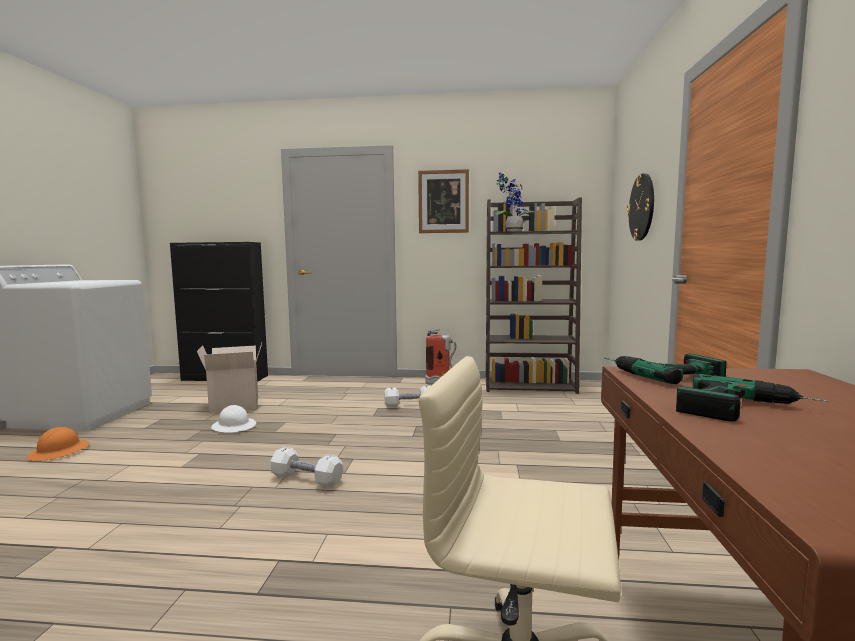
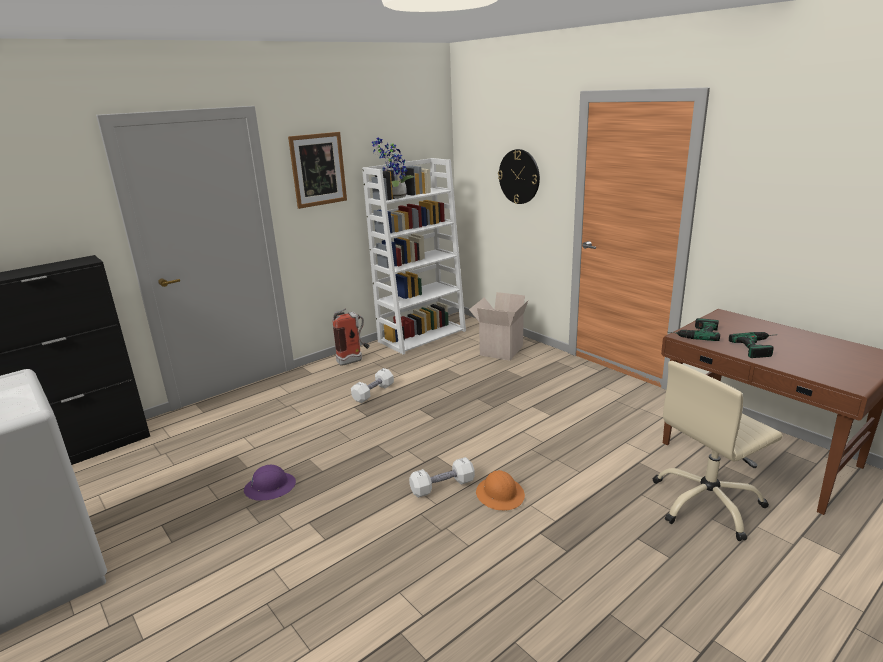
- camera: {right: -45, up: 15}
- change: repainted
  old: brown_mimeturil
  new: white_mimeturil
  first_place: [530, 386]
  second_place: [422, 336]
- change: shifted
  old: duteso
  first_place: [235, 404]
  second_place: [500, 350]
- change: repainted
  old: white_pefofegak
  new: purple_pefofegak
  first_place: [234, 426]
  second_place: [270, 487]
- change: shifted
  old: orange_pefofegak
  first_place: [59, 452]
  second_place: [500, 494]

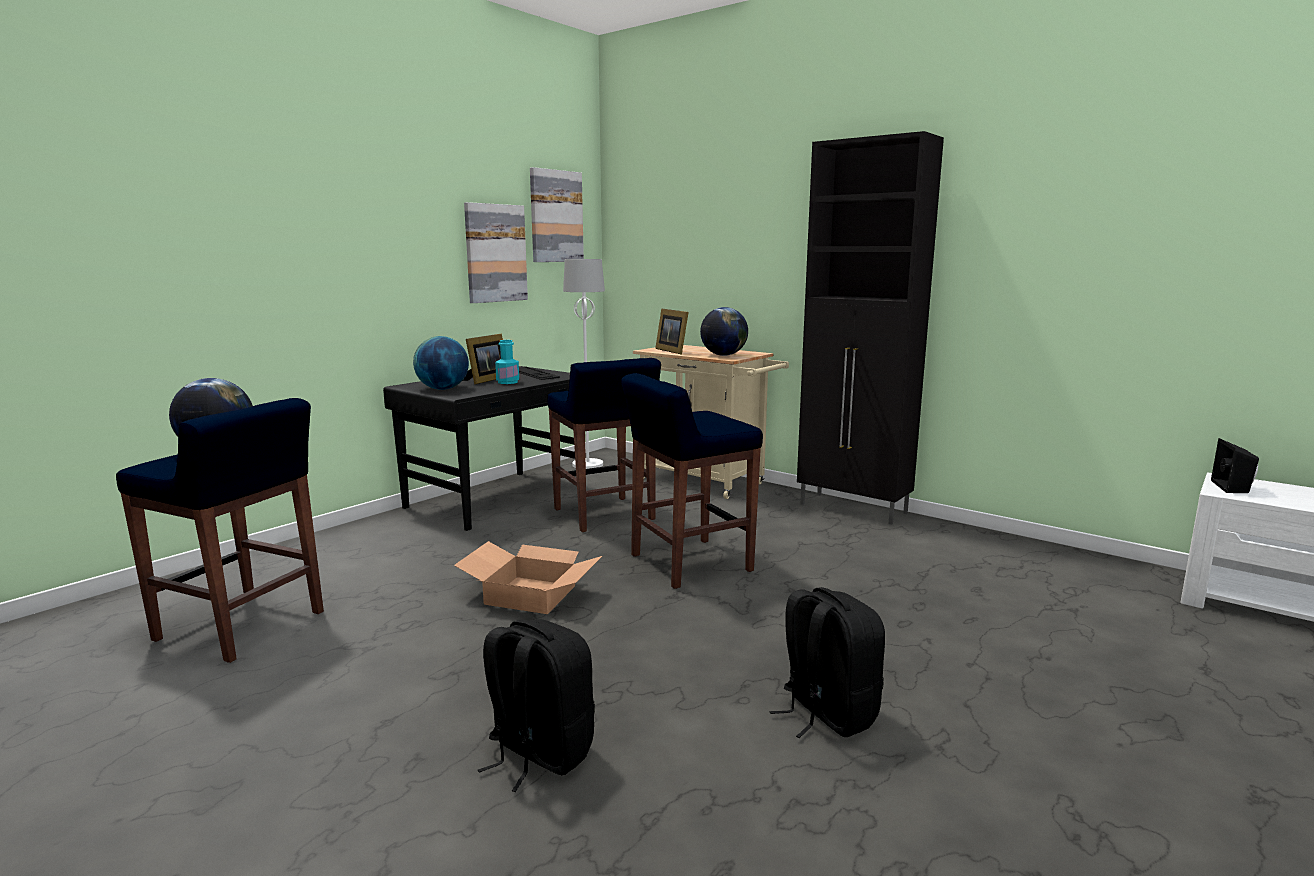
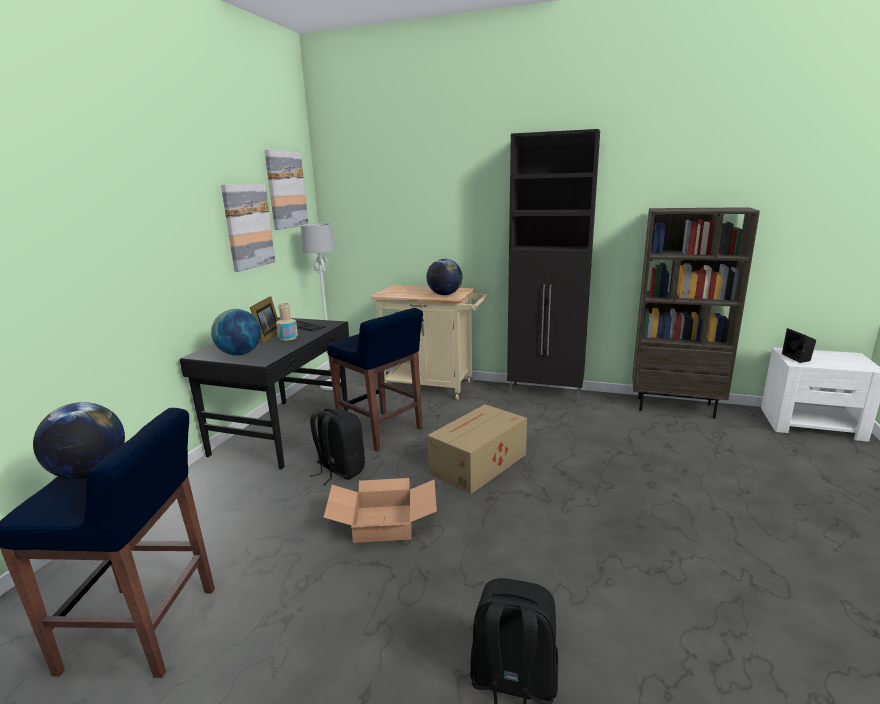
- camera: {right: -20, up: 5}
- change: gone
  old: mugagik
  first_place: [673, 351]
- change: repainted
  old: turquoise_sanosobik
  new: beige_sanosobik
  first_place: [507, 382]
  second_place: [288, 338]
- change: swapped
  old: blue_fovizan
  new: duteso
  first_place: [688, 563]
  second_place: [477, 464]
- change: shifted
  old: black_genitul
  first_place: [826, 713]
  second_place: [339, 471]
- change: new
  new: brown_mimeturil
  second_place: [675, 407]

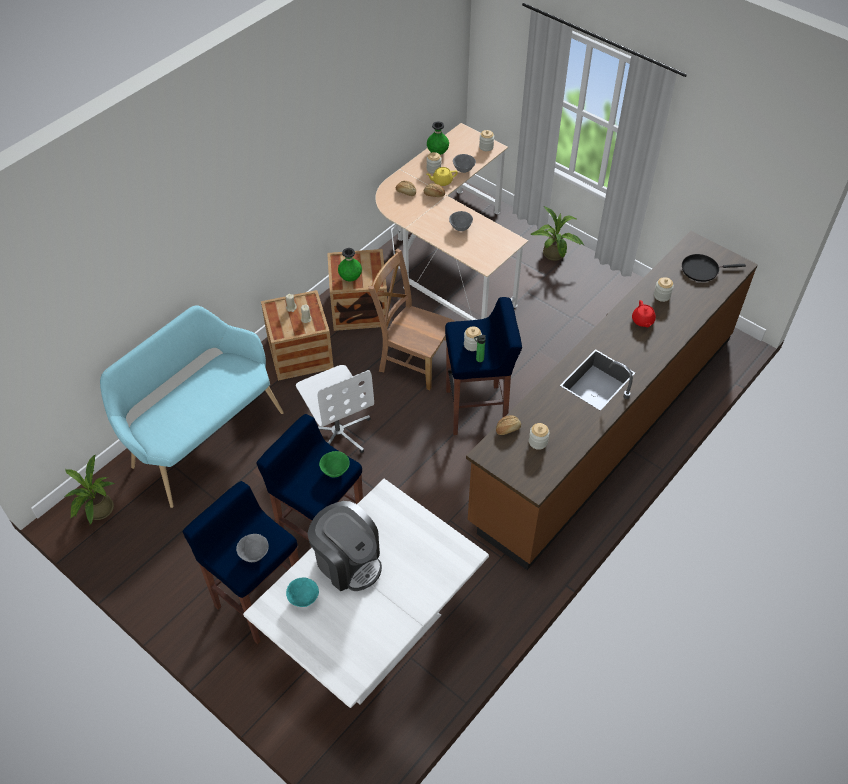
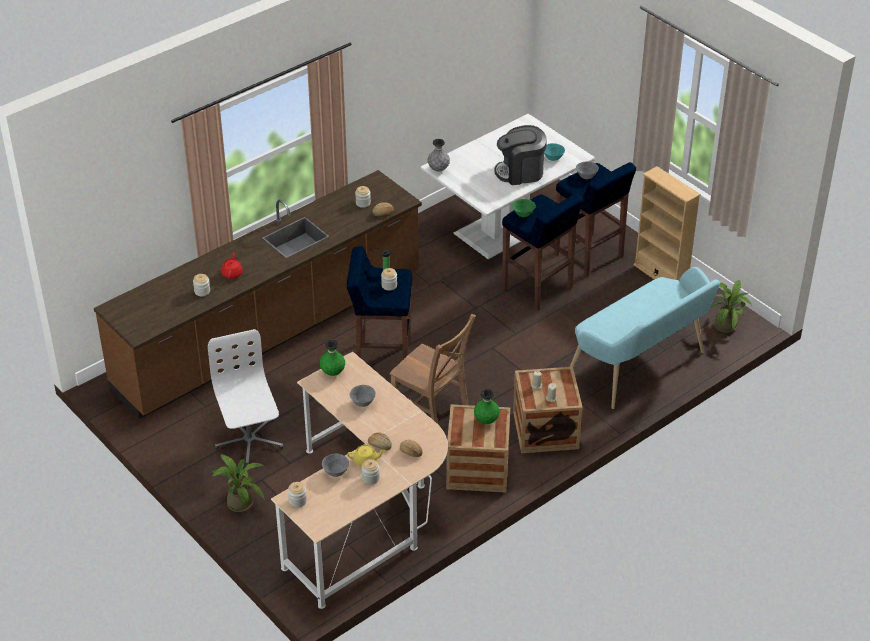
- camera: {right: -170, up: -10}
- change: shifted
  old: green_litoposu
  first_place: [437, 153]
  second_place: [332, 372]
- change: gone
  old: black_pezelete
  first_place: [702, 269]
- change: shifted
  old: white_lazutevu
  first_place: [338, 432]
  second_place: [249, 441]
- change: rotated
  old: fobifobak
  first_place: [348, 561]
  second_place: [520, 172]
  degrees: -60
- change: new
  new: grey_litoposu
  second_place: [438, 169]
- change: new
  new: beige_mimeturil
  second_place: [661, 275]

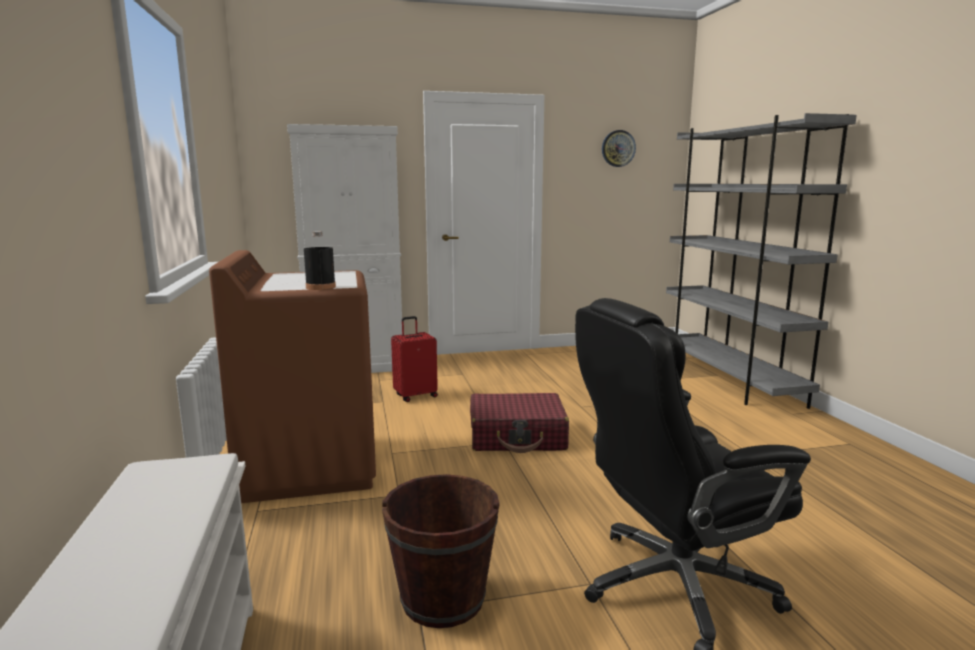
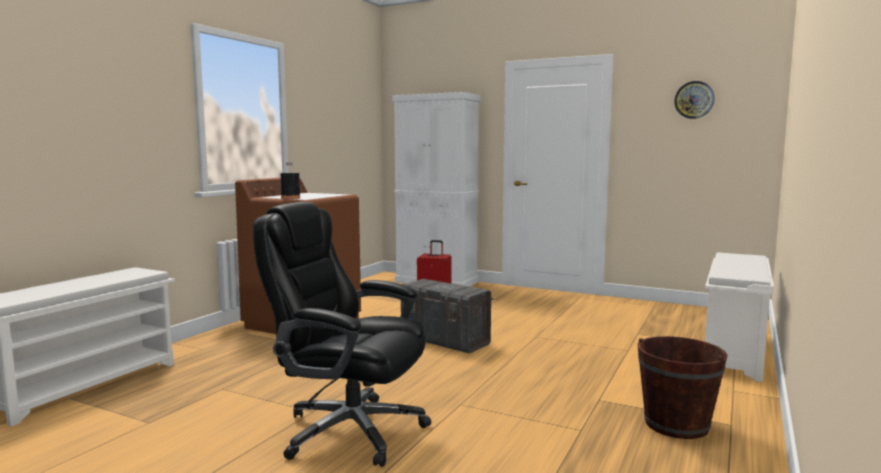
- camera: {right: 40, up: -5}
- change: swapped
  old: grey_mimeturil
  new: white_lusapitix
  first_place: [729, 381]
  second_place: [734, 354]
- change: swapped
  old: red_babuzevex
  new: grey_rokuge
  first_place: [517, 436]
  second_place: [445, 340]
- change: shifted
  old: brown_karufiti
  first_place: [443, 598]
  second_place: [676, 424]

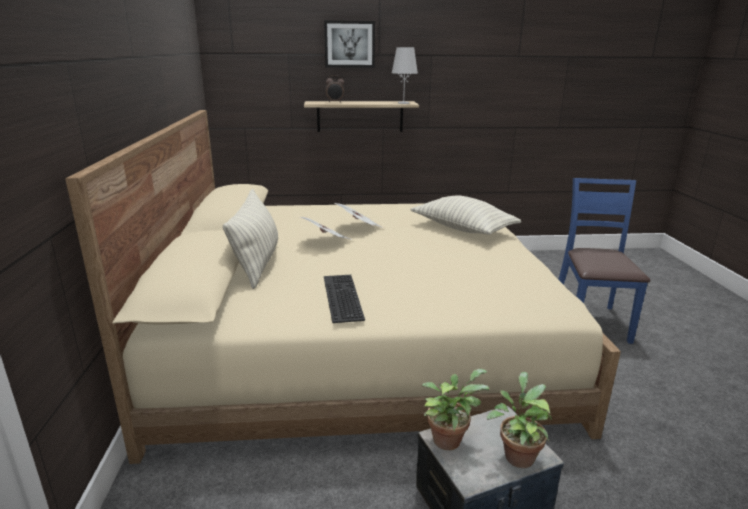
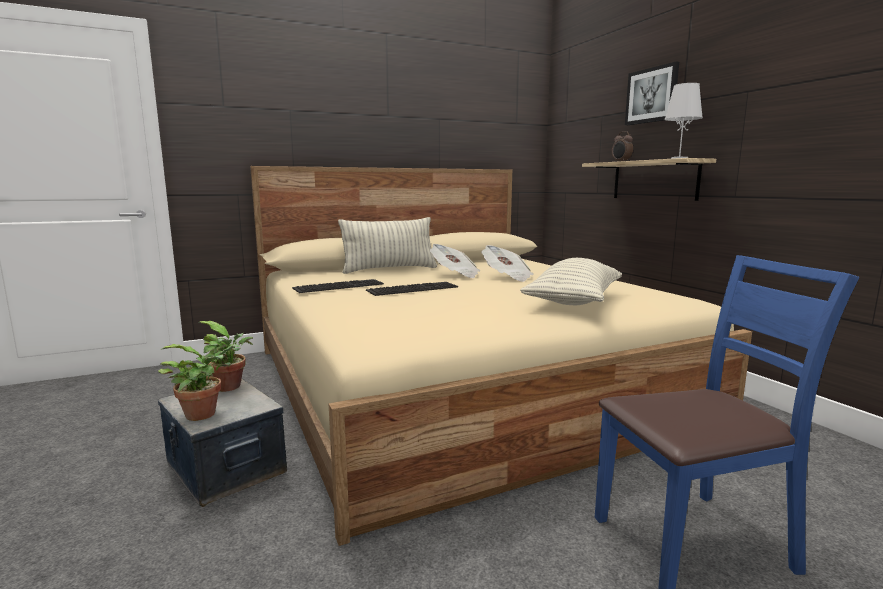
- camera: {right: 70, up: -10}
- change: new
  new: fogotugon
  second_place: [412, 288]

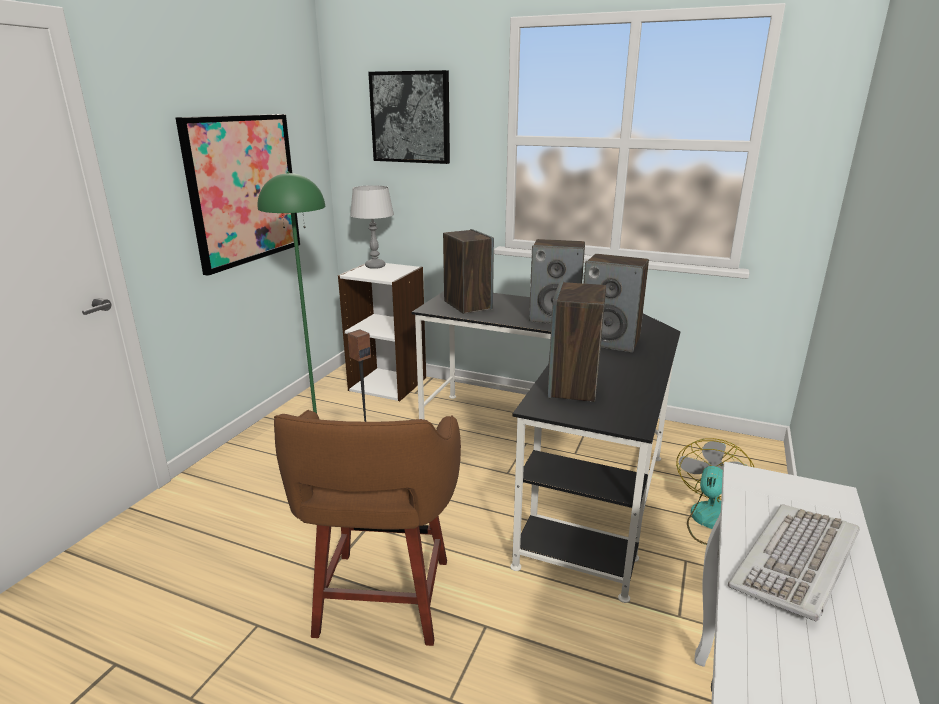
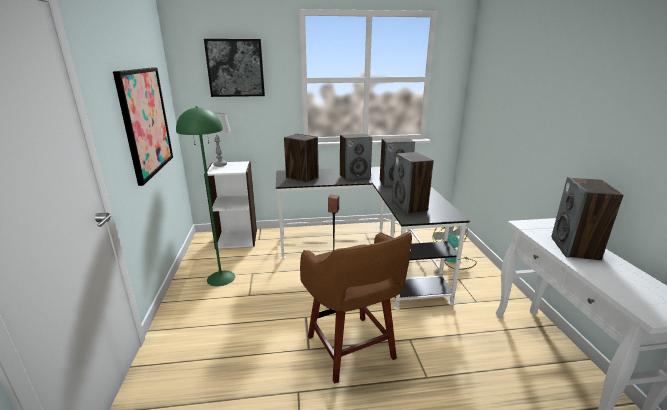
- camera: {right: -30, up: 0}
- change: swapped
  old: fogotugon
  new: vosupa
  first_place: [797, 563]
  second_place: [575, 248]

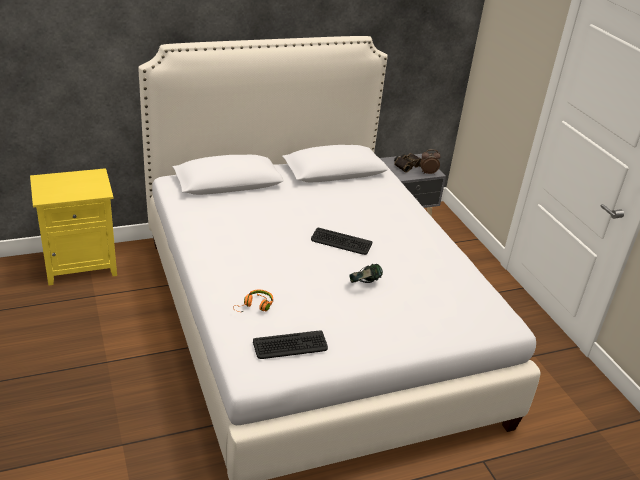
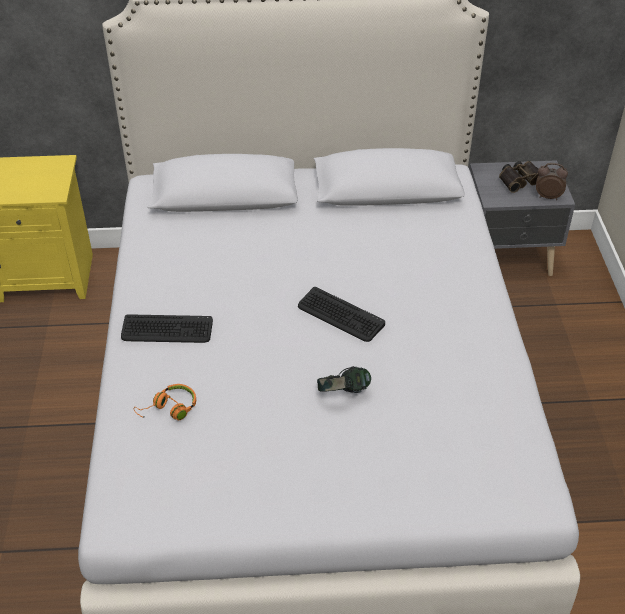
- camera: {right: 20, up: 10}
- change: shifted
  old: fogotugon
  first_place: [290, 346]
  second_place: [167, 330]

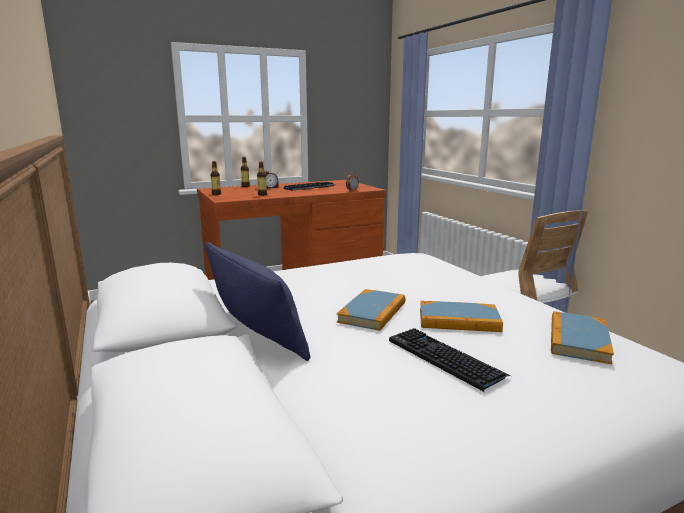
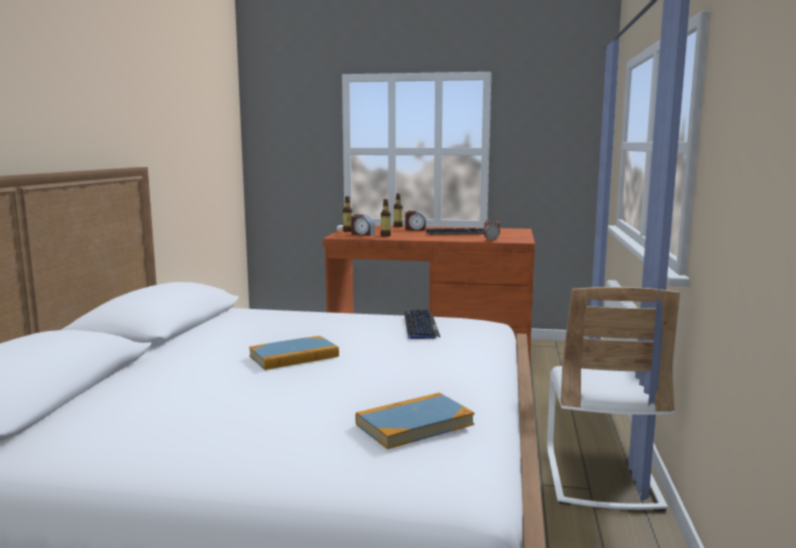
- camera: {right: 35, up: -5}
- change: gone
  old: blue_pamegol
  first_place: [257, 332]
- change: gone
  old: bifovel
  first_place: [458, 320]
- change: shifted
  old: fogotugon
  first_place: [444, 358]
  second_place: [420, 326]
- change: new
  new: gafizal
  second_place: [362, 234]

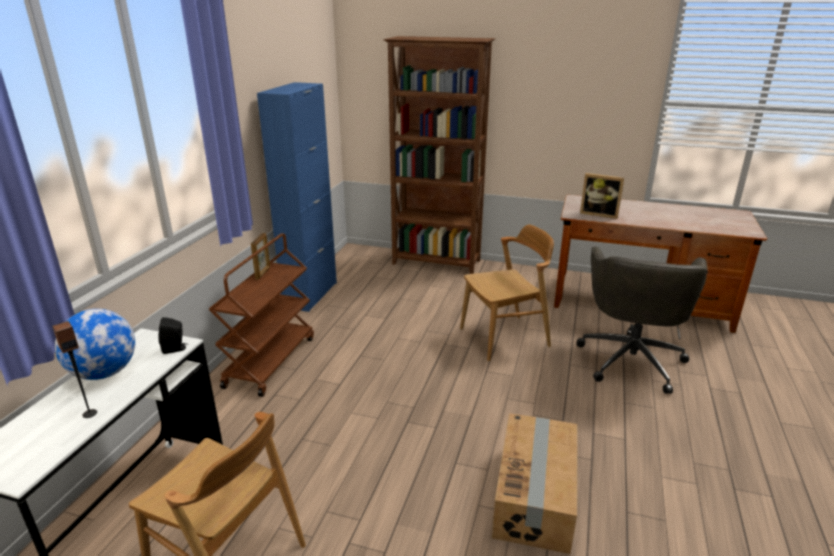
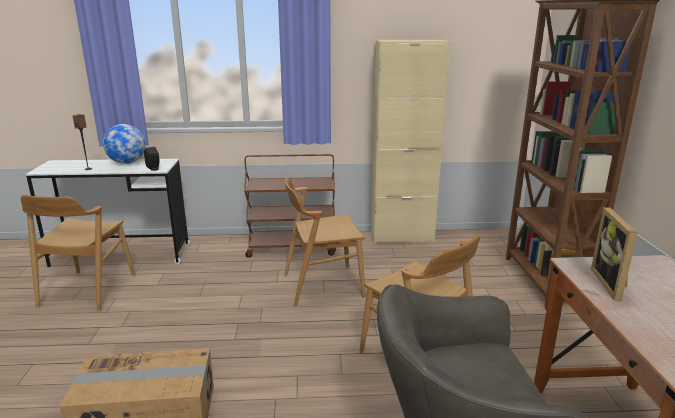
- camera: {right: 70, up: -5}
- change: repainted
  old: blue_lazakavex
  new: beige_lazakavex
  first_place: [310, 294]
  second_place: [402, 237]
- change: gone
  old: mugagik
  first_place: [263, 273]
- change: new
  new: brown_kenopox
  second_place: [322, 285]

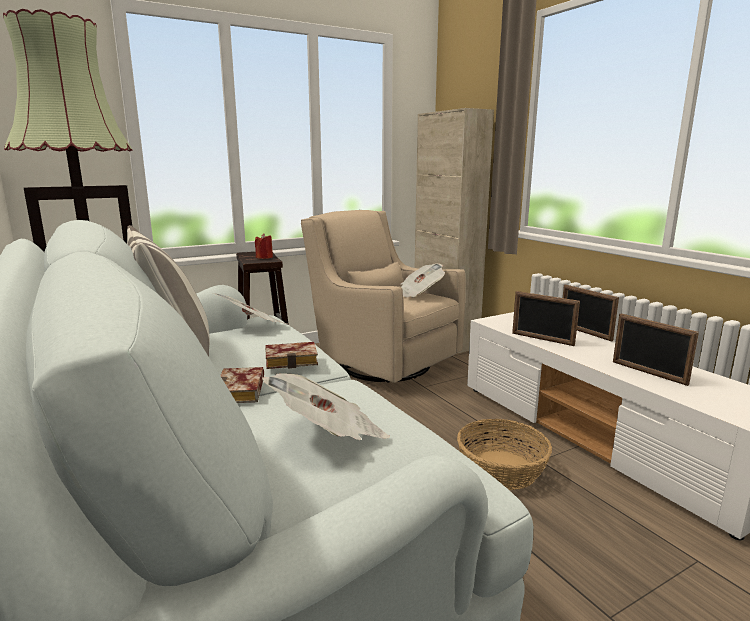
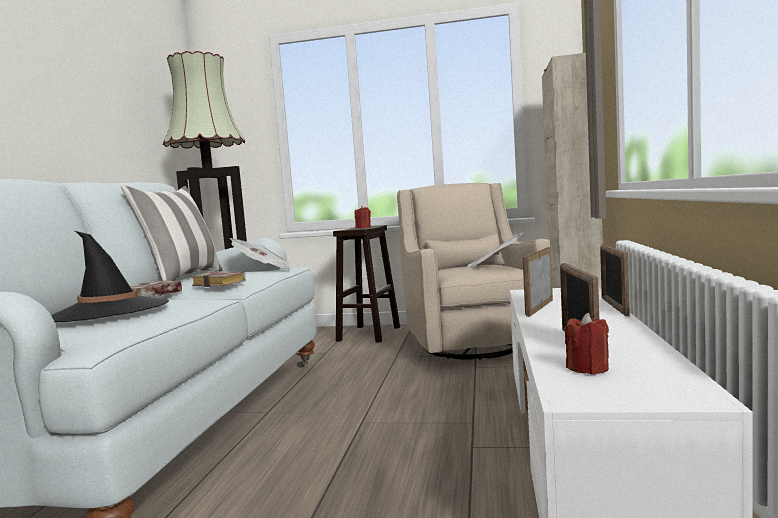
- camera: {right: 40, up: -10}
- change: rotated
  old: mugagik
  first_place: [542, 339]
  second_place: [539, 307]
  degrees: 45
- change: swapped
  old: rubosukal
  new: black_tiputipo
  first_place: [329, 435]
  second_place: [109, 312]
- change: gone
  old: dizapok
  first_place: [502, 469]
- change: new
  new: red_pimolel
  second_place: [588, 368]

